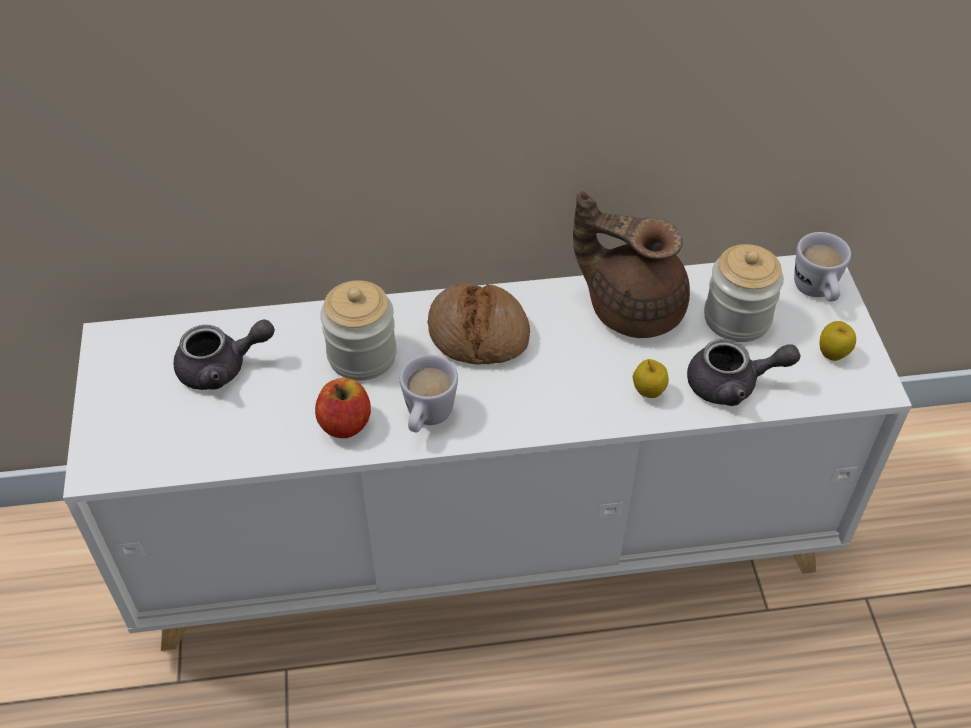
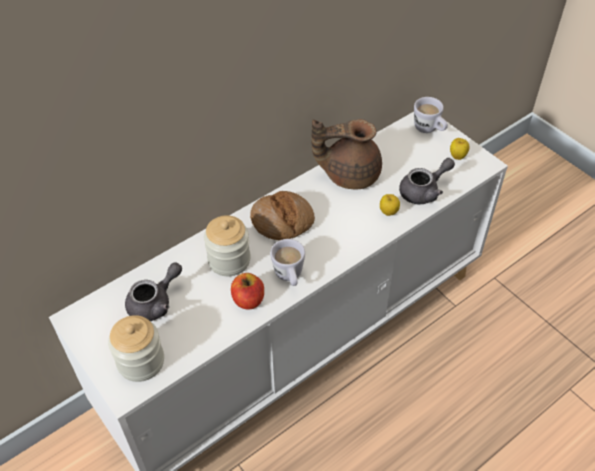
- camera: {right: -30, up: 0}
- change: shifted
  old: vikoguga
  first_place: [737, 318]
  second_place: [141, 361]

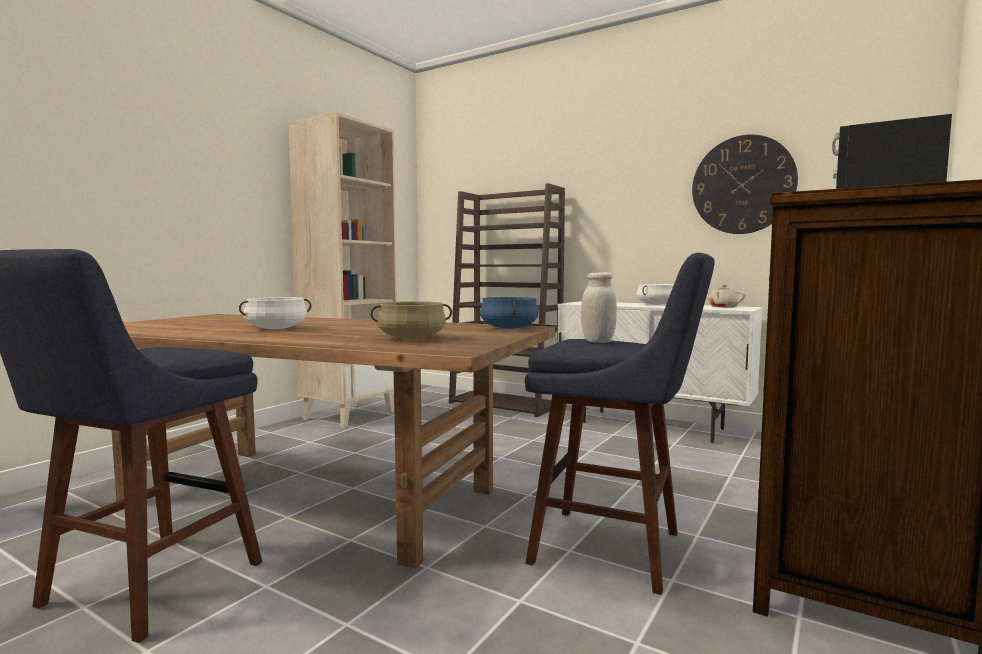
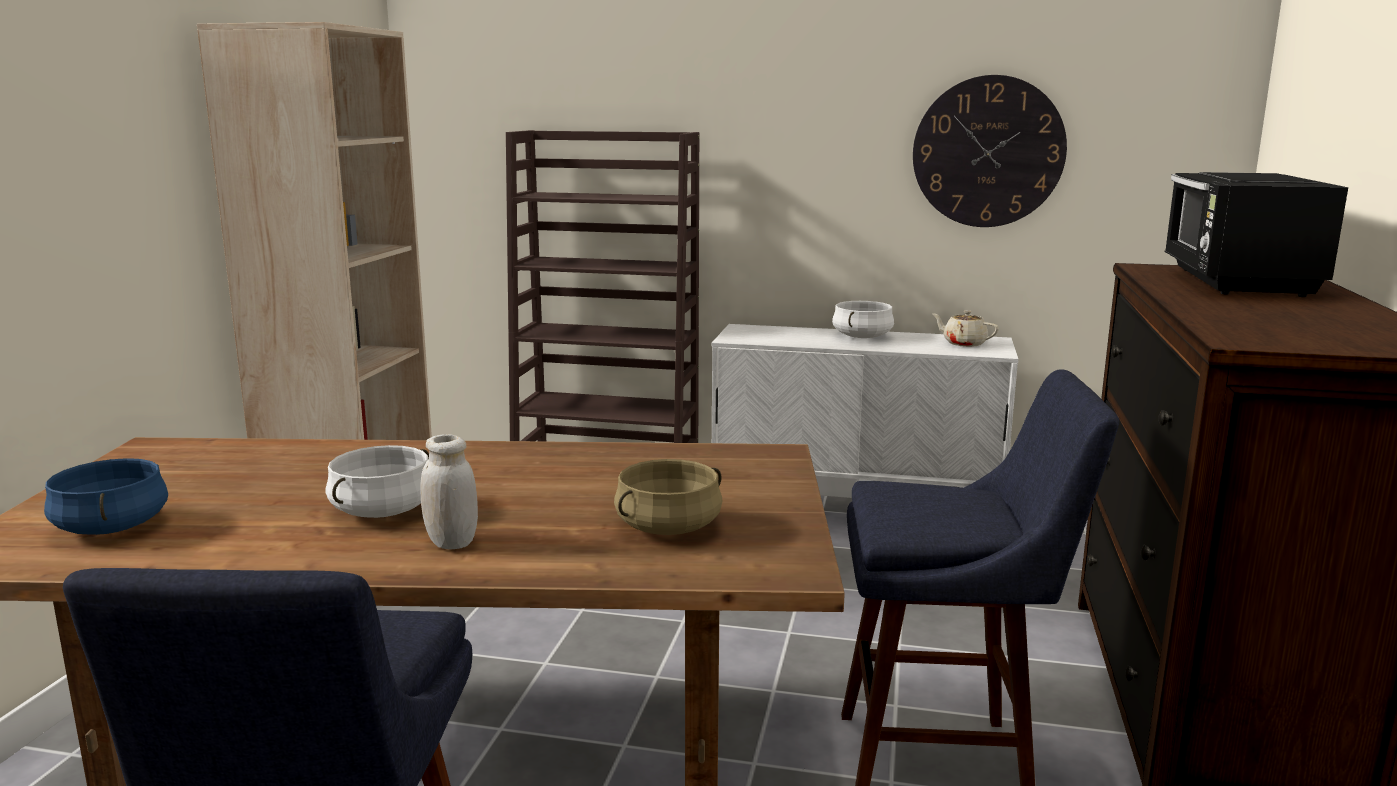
- camera: {right: -20, up: 10}
- change: shifted
  old: white_vikoguga
  first_place: [598, 341]
  second_place: [452, 542]
- change: shifted
  old: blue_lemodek
  first_place: [509, 328]
  second_place: [113, 527]

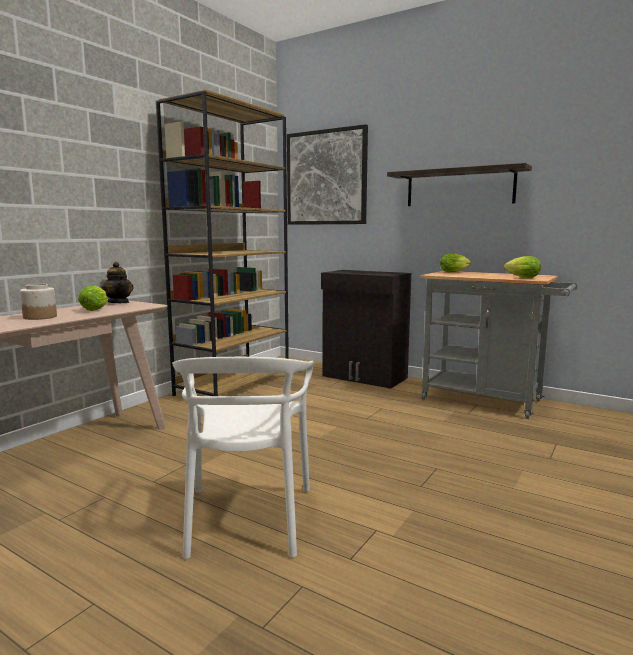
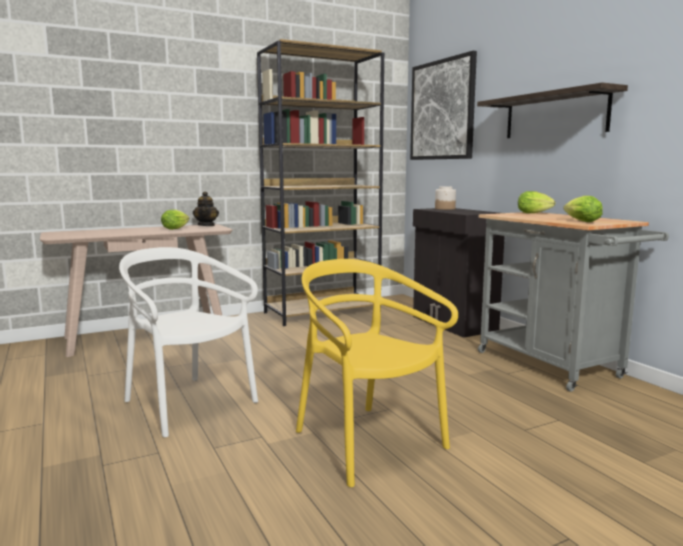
- camera: {right: 30, up: 0}
- change: shifted
  old: vikoguga
  first_place: [40, 317]
  second_place: [445, 208]
- change: rotated
  old: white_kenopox
  first_place: [247, 518]
  second_place: [188, 404]
  degrees: 105
- change: new
  new: yellow_kenopox
  second_place: [367, 442]

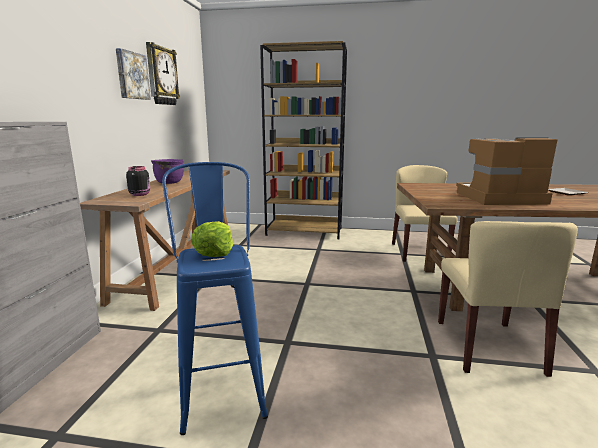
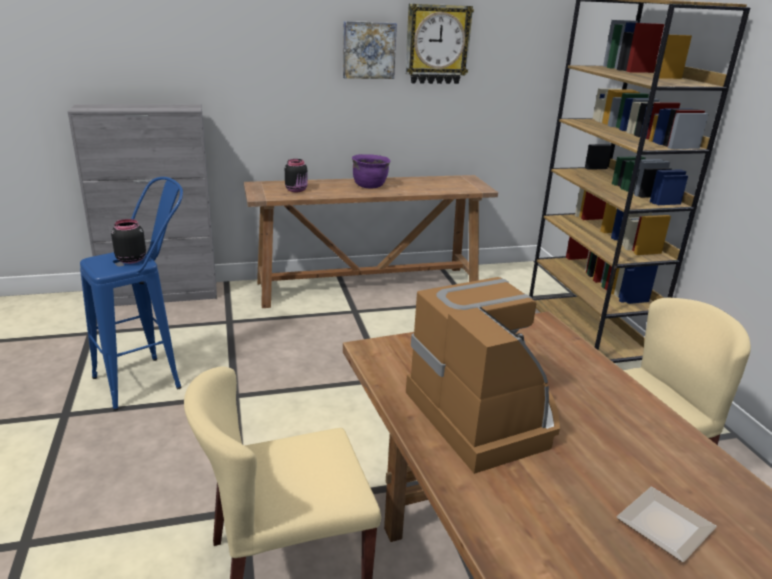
- camera: {right: 65, up: 10}
- change: swapped
  old: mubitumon
  new: black_vikoguga
  first_place: [214, 252]
  second_place: [130, 259]

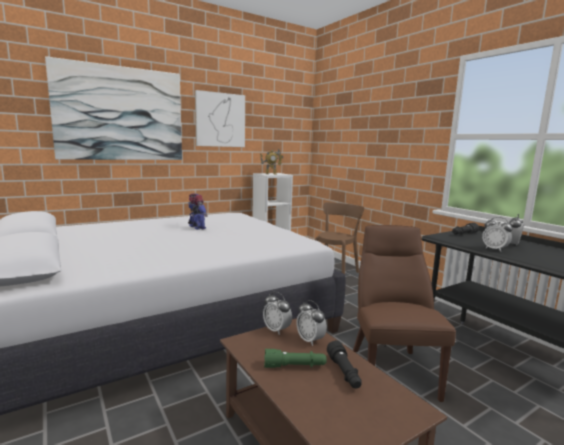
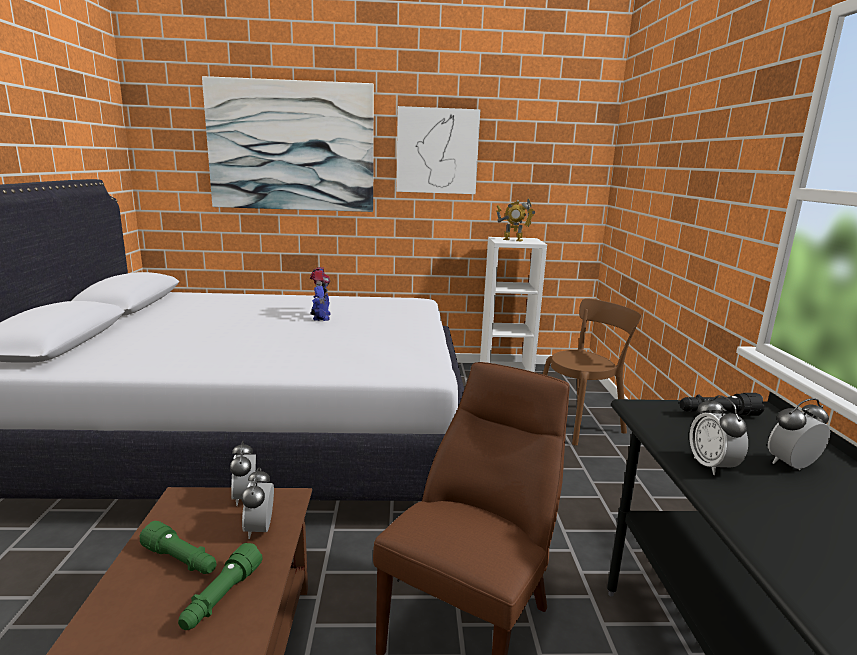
- camera: {right: 30, up: 5}
- change: repainted
  old: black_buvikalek
  new: green_buvikalek
  first_place: [344, 372]
  second_place: [221, 598]

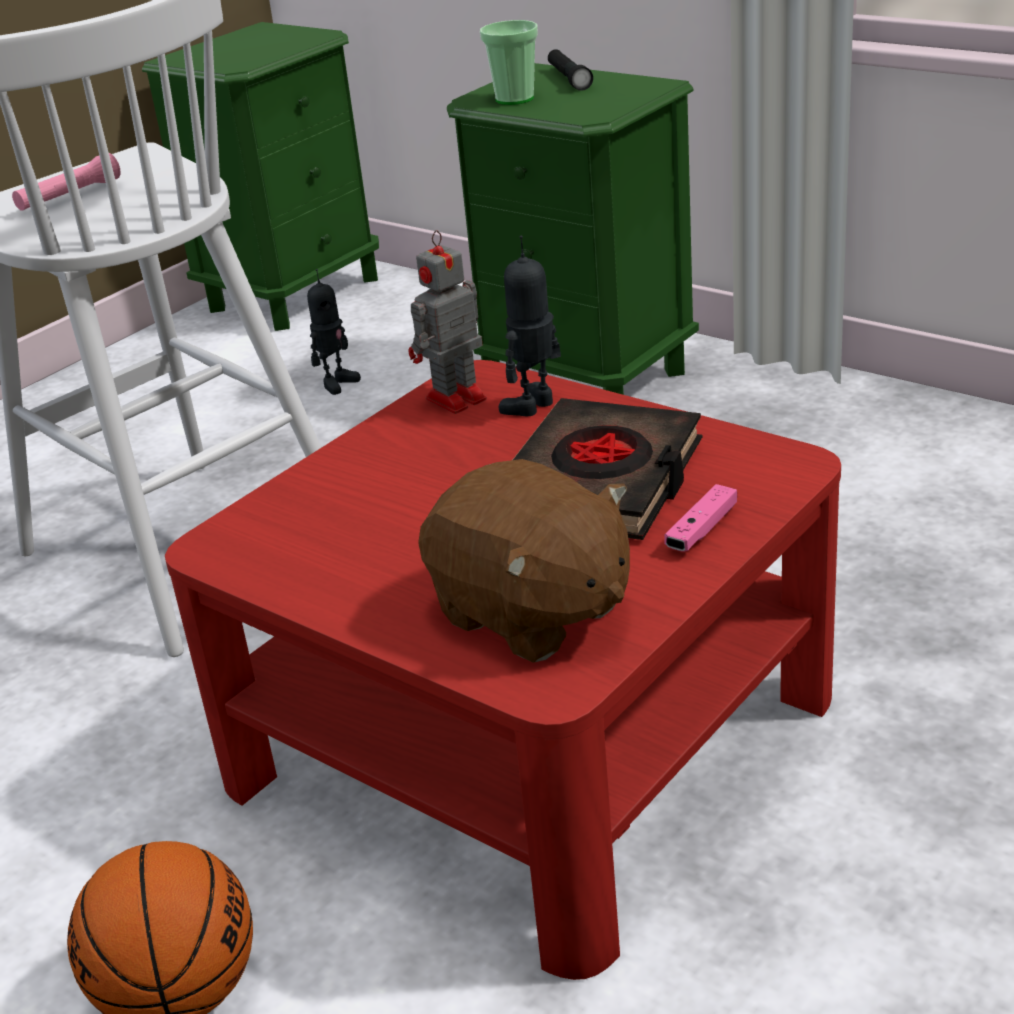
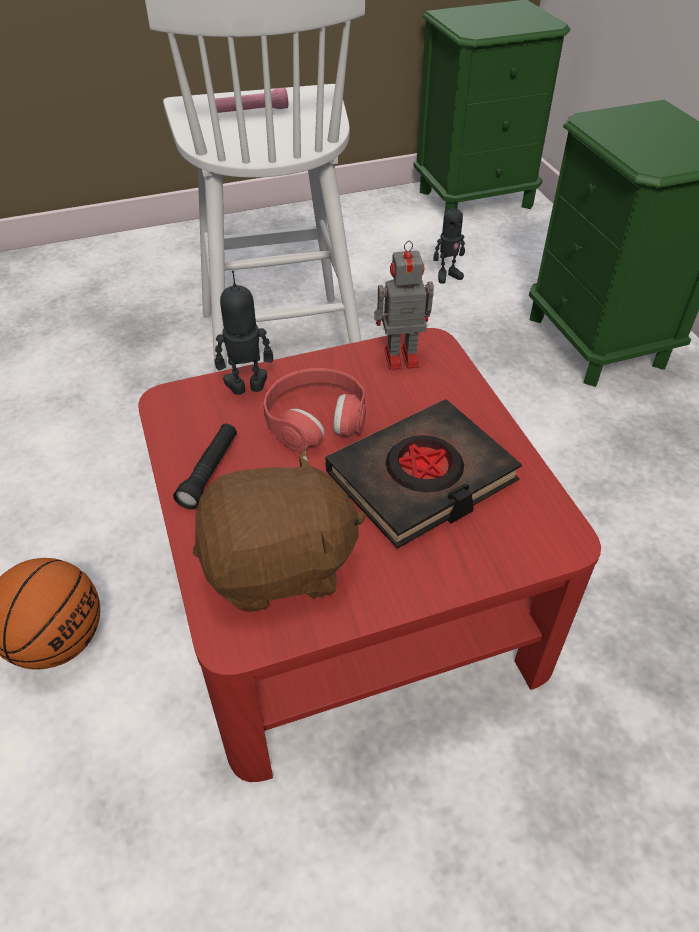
- camera: {right: 30, up: 15}
- change: gone
  old: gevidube
  first_place: [514, 99]
- change: shifted
  old: black_buvikalek
  first_place: [569, 79]
  second_place: [209, 472]
- change: shifted
  old: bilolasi
  first_place: [534, 406]
  second_place: [247, 387]
- change: rotated
  old: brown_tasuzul
  first_place: [532, 613]
  second_place: [279, 566]
  degrees: -90
- change: gone
  old: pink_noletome
  first_place: [701, 530]
- change: new
  new: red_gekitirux
  second_place: [315, 419]

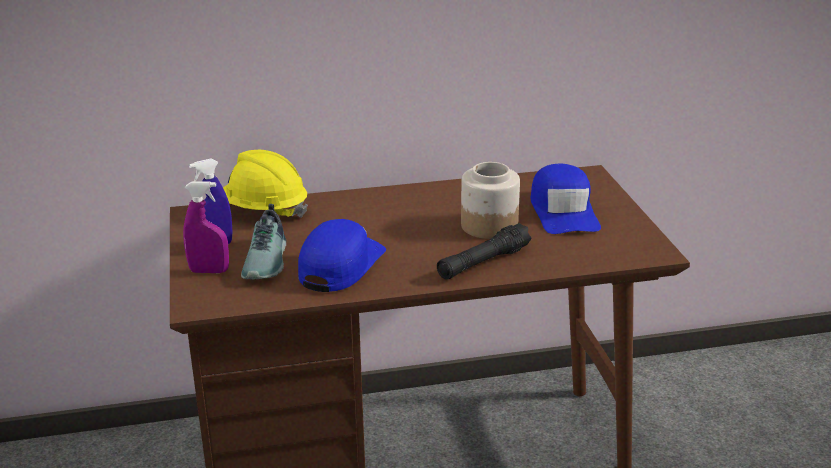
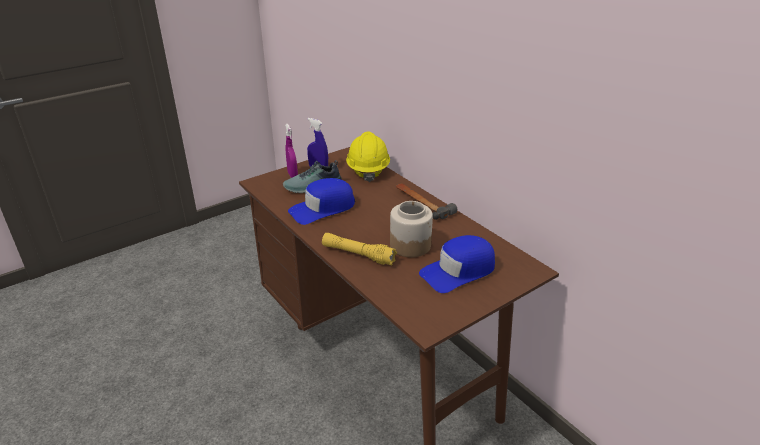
- camera: {right: 65, up: 5}
- change: rotated
  old: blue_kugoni
  first_place: [340, 265]
  second_place: [322, 208]
  degrees: 150
- change: repainted
  old: black_buvikalek
  new: yellow_buvikalek
  first_place: [483, 262]
  second_place: [358, 255]
- change: new
  new: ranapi
  second_place: [422, 203]

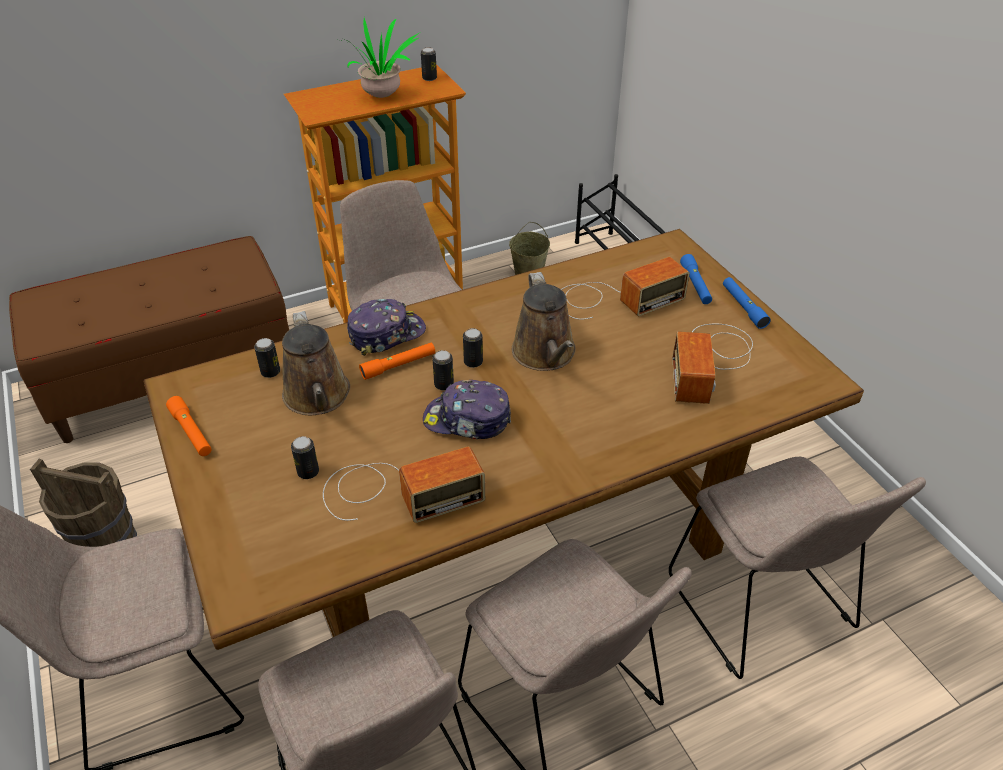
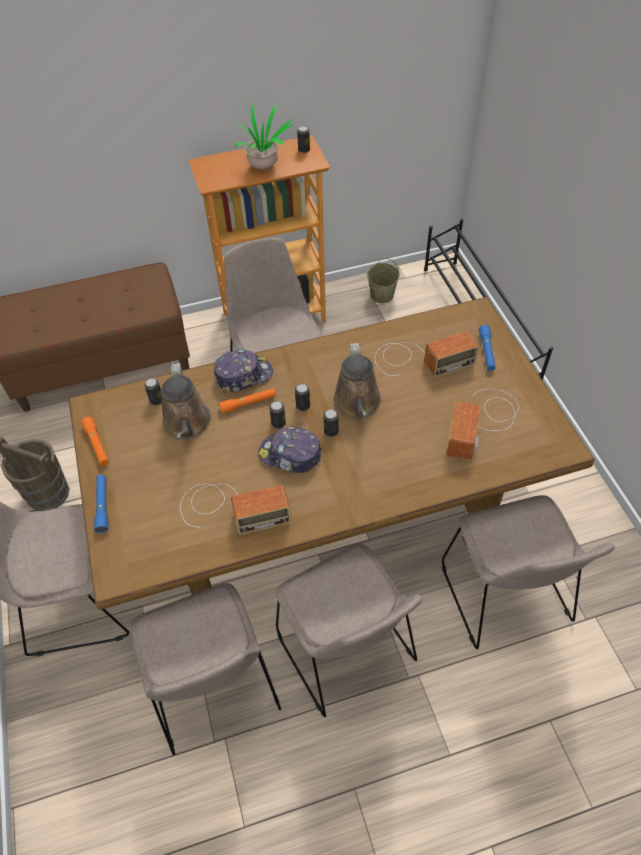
- camera: {right: 10, up: 10}
- change: shifted
  old: blue_buvikalek
  first_place: [743, 307]
  second_place: [102, 506]
- change: shifted
  old: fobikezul
  first_place: [308, 472]
  second_place: [331, 431]

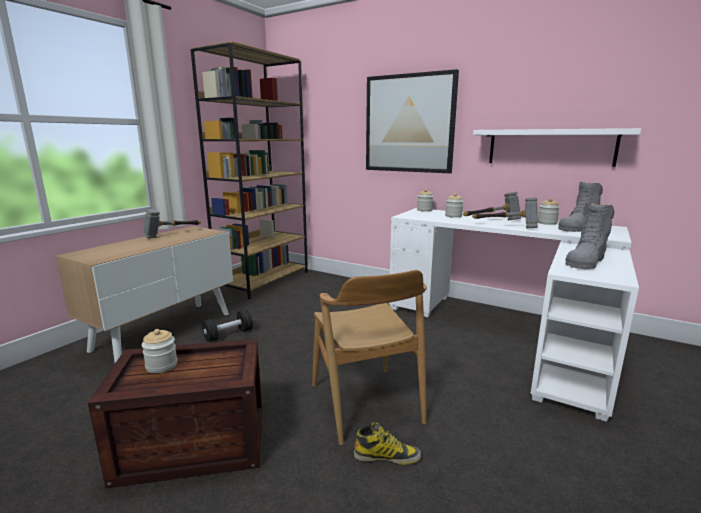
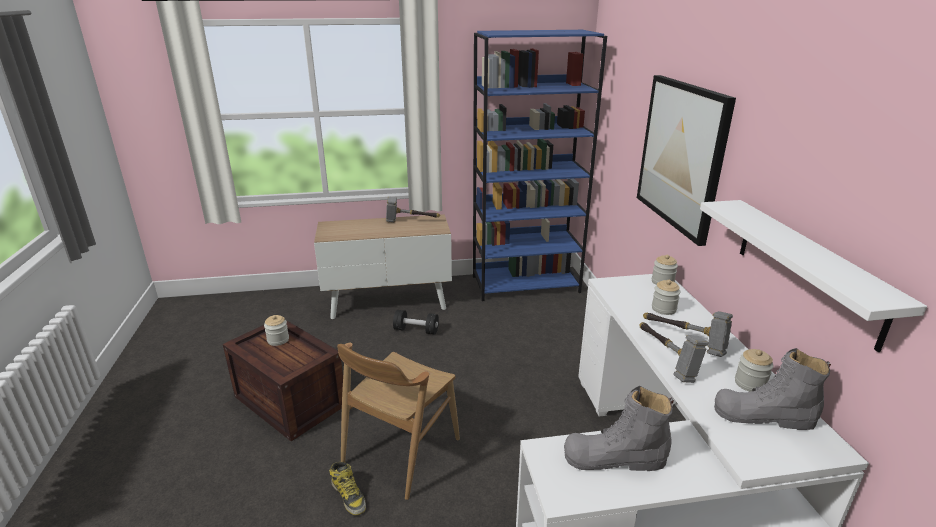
- camera: {right: 50, up: 10}
- change: repainted
  old: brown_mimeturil
  new: blue_mimeturil
  first_place: [264, 280]
  second_place: [526, 284]

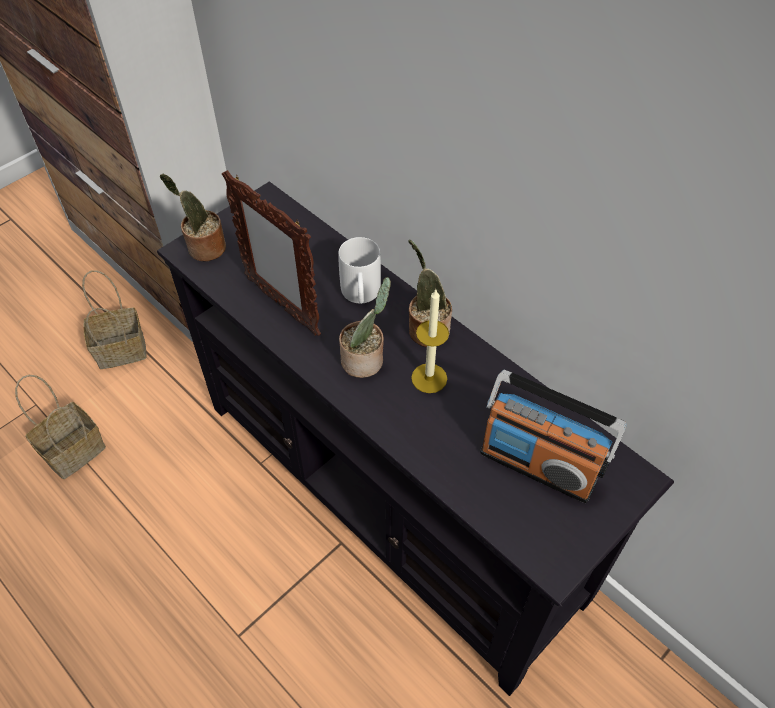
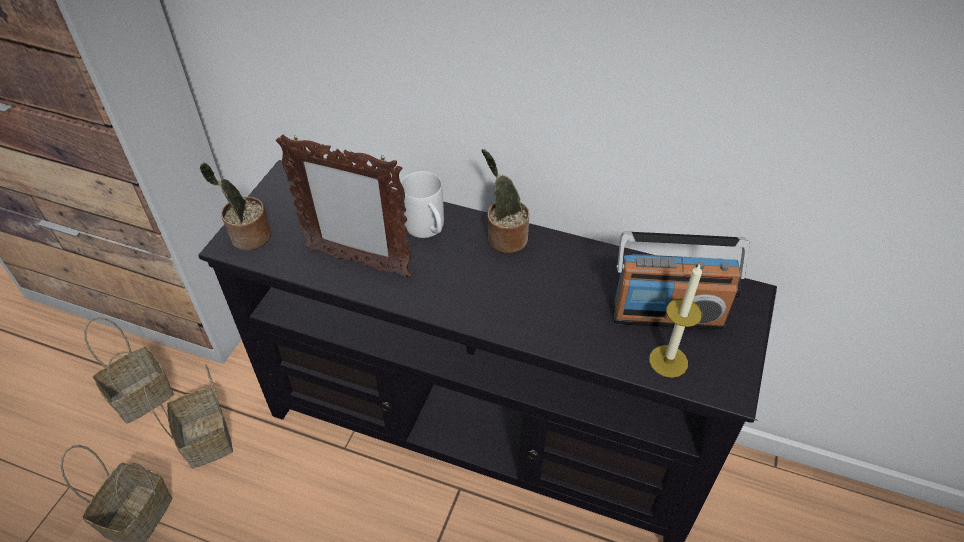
- camera: {right: -25, up: -5}
- change: gone
  old: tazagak
  first_place: [365, 360]
- change: shifted
  old: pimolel
  first_place: [429, 378]
  second_place: [668, 361]
- change: new
  new: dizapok
  second_place: [208, 440]

